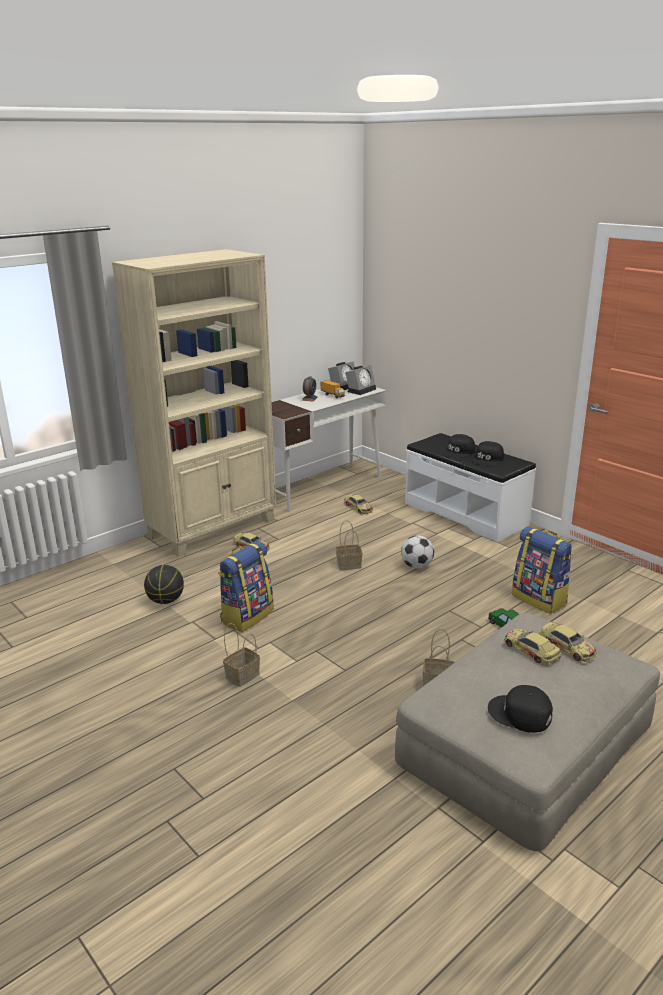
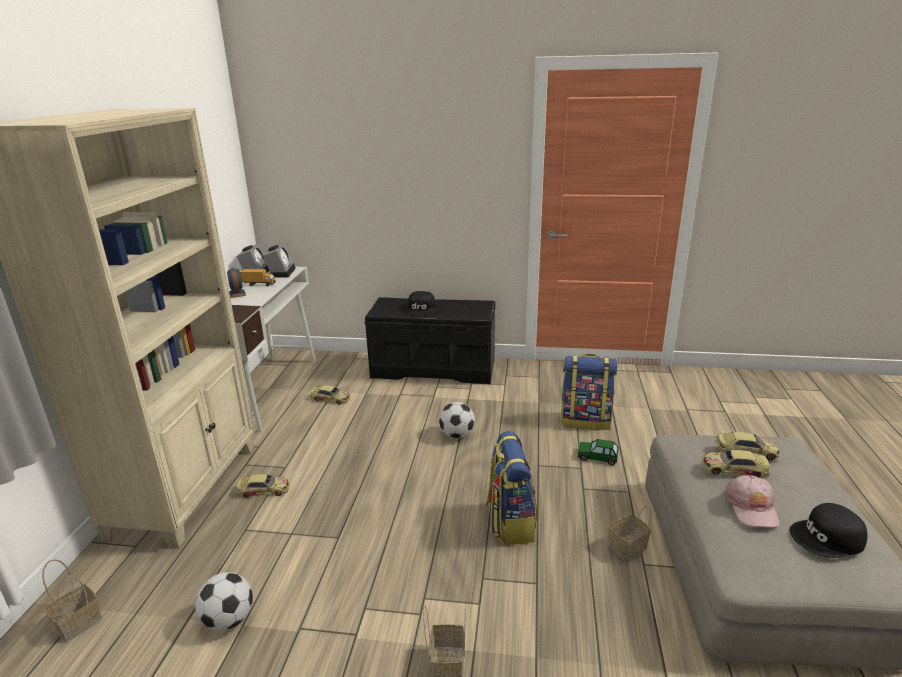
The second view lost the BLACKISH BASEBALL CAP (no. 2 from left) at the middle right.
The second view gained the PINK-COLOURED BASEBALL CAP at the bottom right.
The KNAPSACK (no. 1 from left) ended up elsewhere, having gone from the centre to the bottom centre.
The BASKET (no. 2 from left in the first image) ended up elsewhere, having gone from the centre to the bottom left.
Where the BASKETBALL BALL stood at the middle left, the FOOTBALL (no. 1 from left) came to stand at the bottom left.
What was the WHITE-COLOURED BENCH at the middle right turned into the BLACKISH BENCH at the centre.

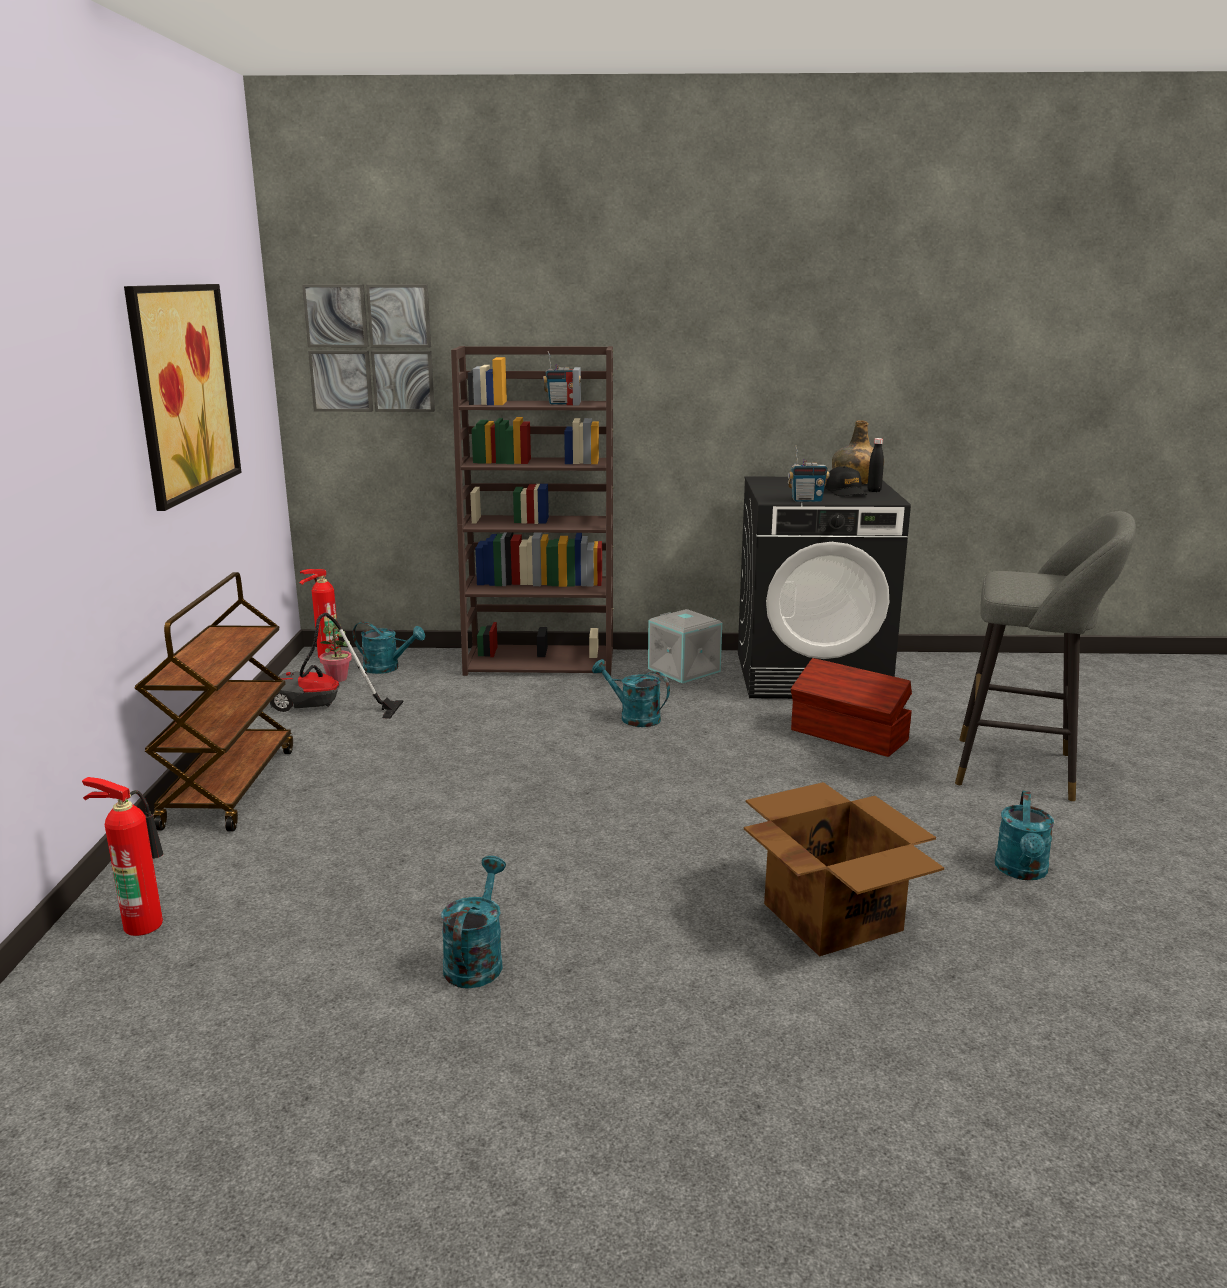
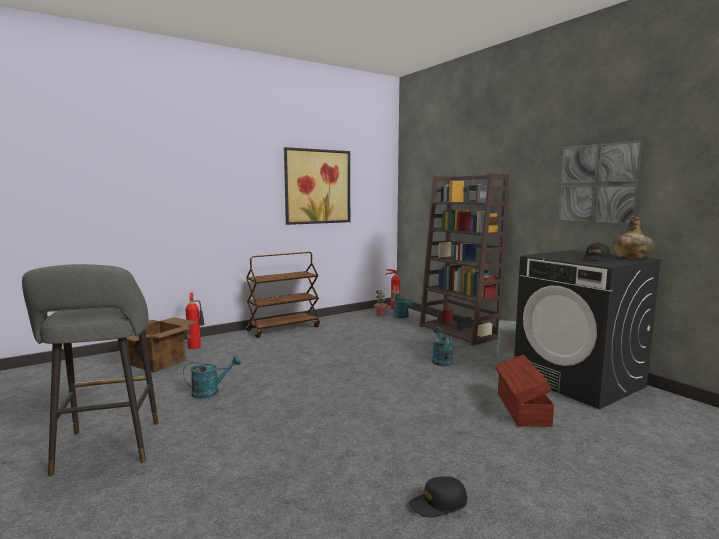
The second view lost the VACUUM at the middle left.
The second view lost the RADIO RECEIVER (no. 2 from left) at the centre.
The second view lost the BLACKISH DRINK BOTTLE at the middle right.
The WALL ART (no. 2 from left) ended up elsewhere, having gone from the top left to the middle right.
The CARTON ended up elsewhere, having gone from the bottom right to the middle left.
The GREY SITTING STOOL ended up elsewhere, having gone from the middle right to the bottom left.
Where the TURQUOISE-COLOURED SPRINKLING CAN (no. 4 from left) stood at the middle right, the BLACKISH BASEBALL CAP (no. 1 from left) came to stand at the bottom centre.

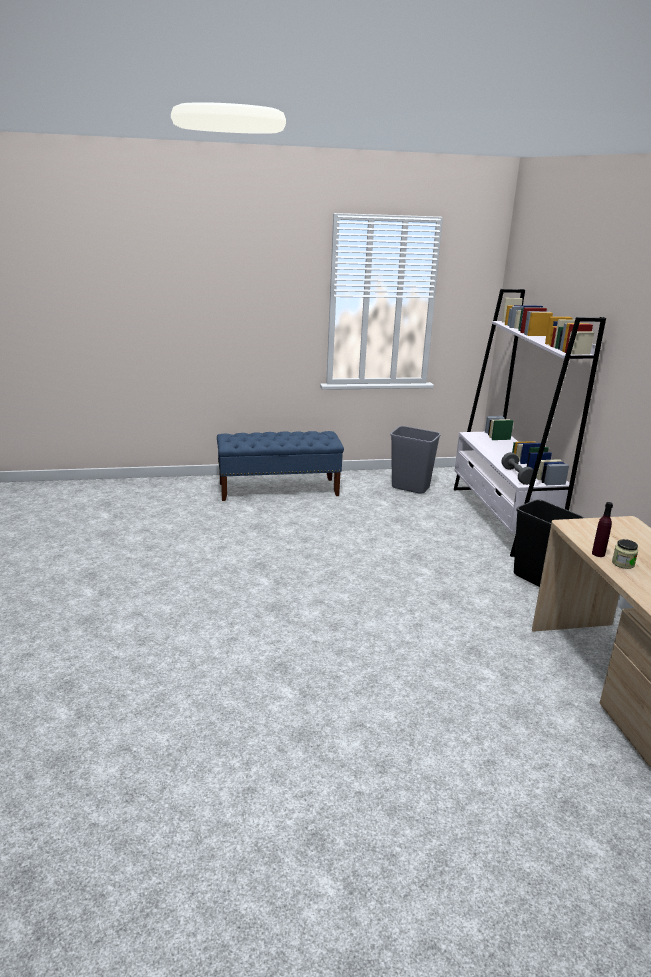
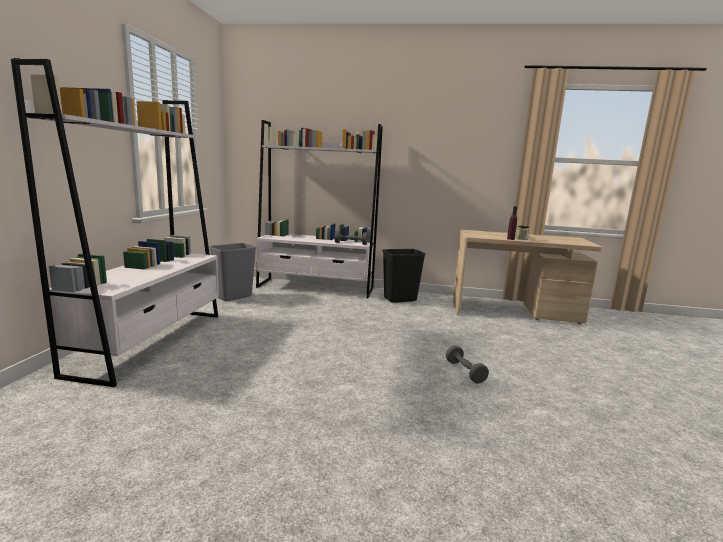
The second view gained the GREY FREE WEIGHT (no. 2 from left) at the bottom centre.
Where the BLUE BENCH stood at the centre, the WHITE-COLOURED BOOKCASE (no. 1 from left) came to stand at the middle left.

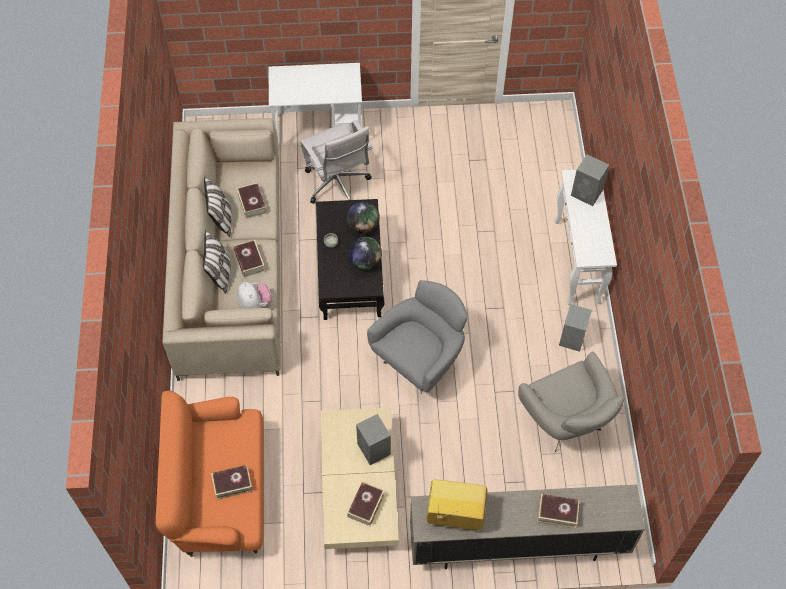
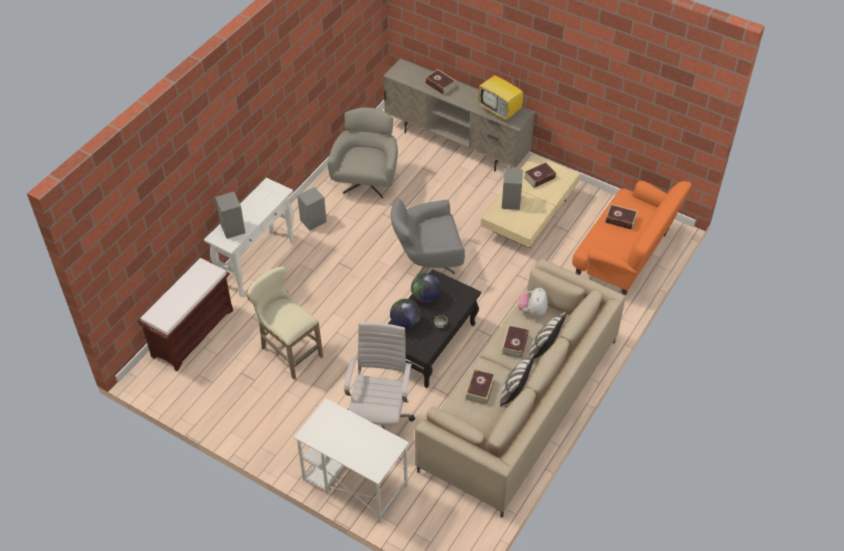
The second view gained the BROWN-COLOURED BENCH at the middle left.
The second view gained the BEIGE-COLOURED SITTING STOOL at the centre.

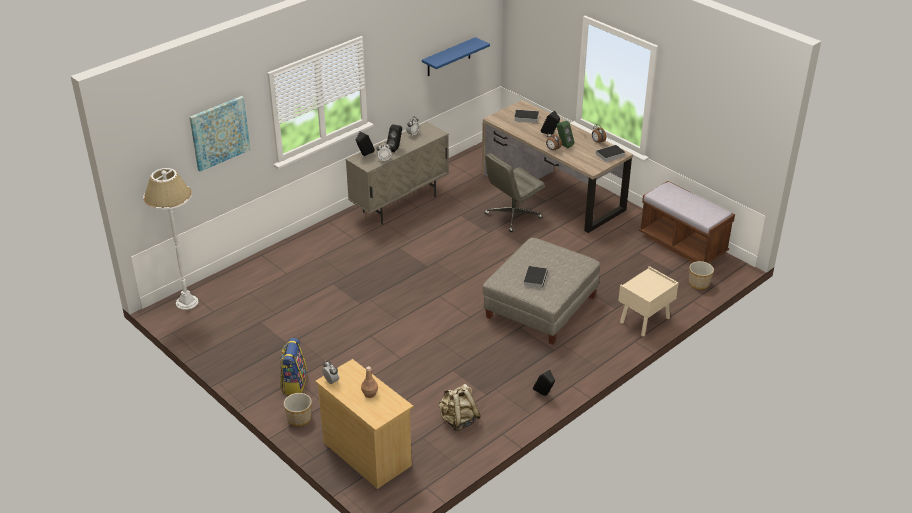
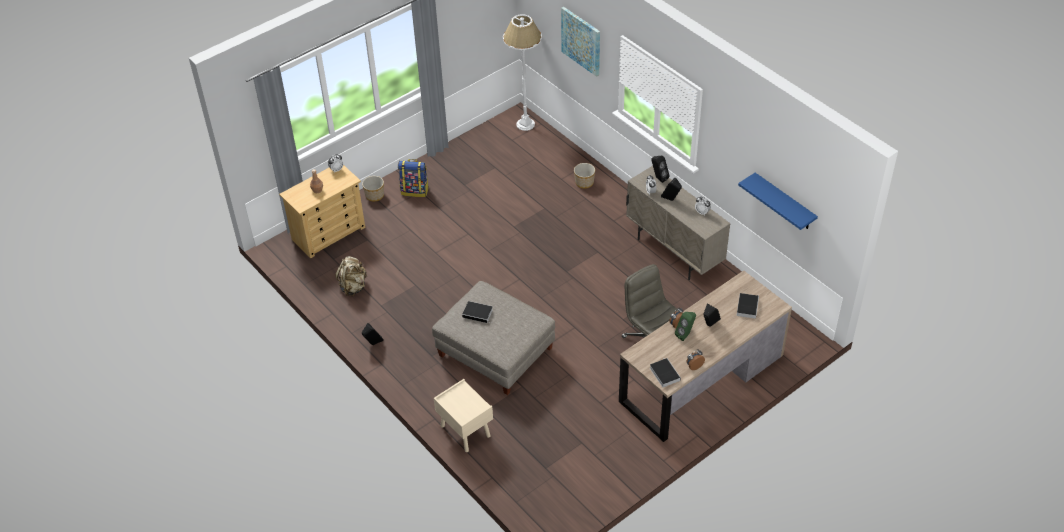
The second view lost the BROWN-COLOURED BENCH at the middle right.
The PLANT POT (no. 2 from left) ended up elsewhere, having gone from the middle right to the top centre.

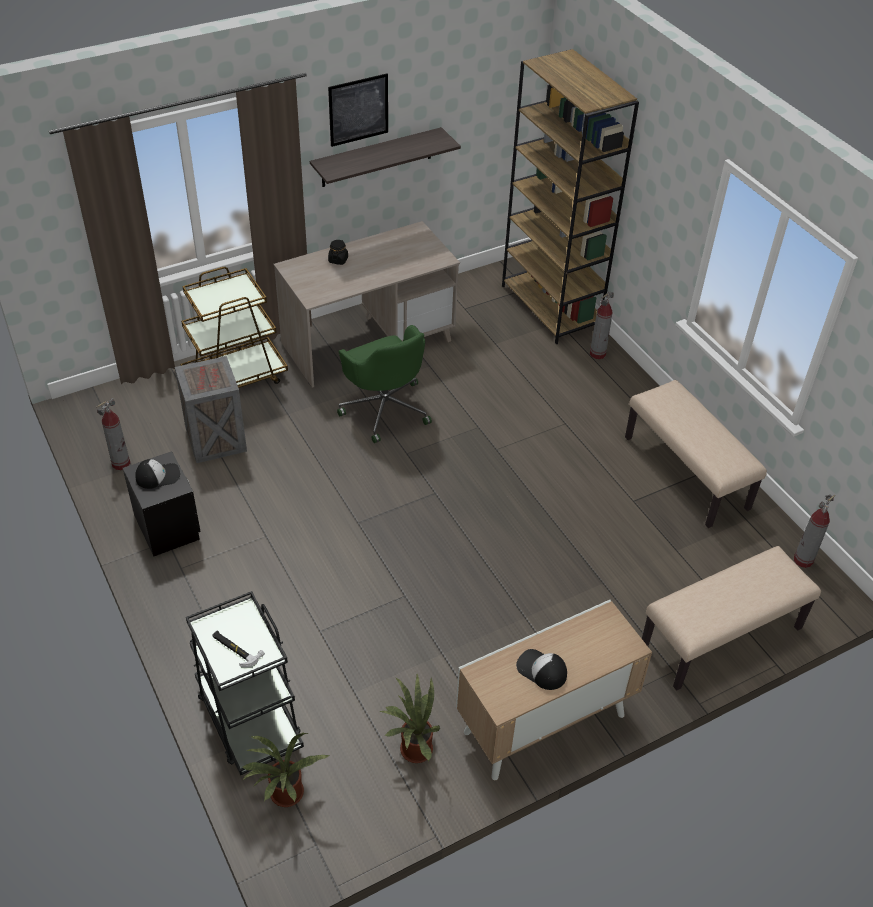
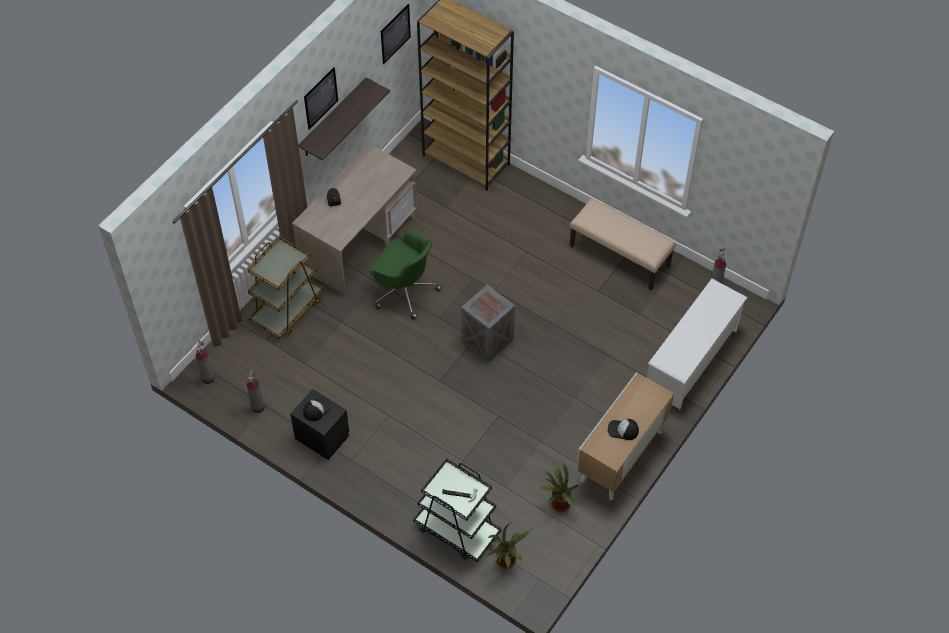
The second view gained the WALL ART (no. 2 from left) at the top centre.
The CRATE ended up elsewhere, having gone from the middle left to the centre.
The FIRE EXTINGUISHER (no. 2 from left in the first image) ended up elsewhere, having gone from the middle right to the middle left.
Where the BEIGE-COLOURED BENCH (no. 2 from left) stood at the bottom right, the WHITE-COLOURED SHOE STAND came to stand at the middle right.

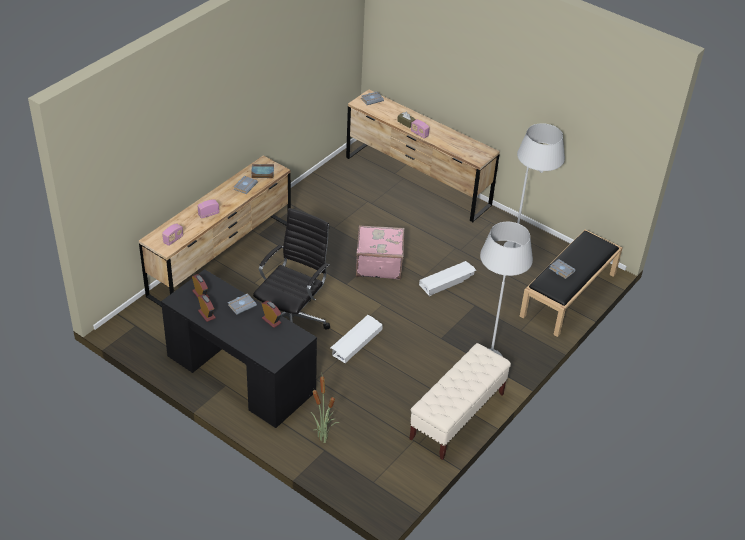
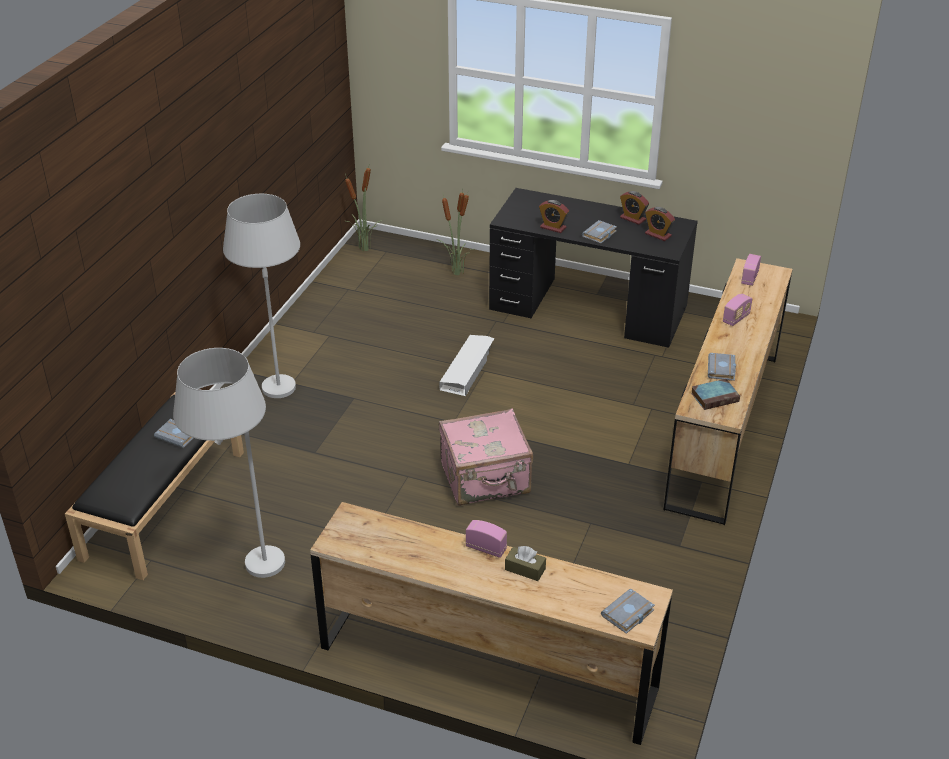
The second view lost the BLACKISH DESK CHAIR at the centre.
The second view lost the BEIGE-COLOURED BENCH at the bottom centre.
The second view lost the WHITE-COLOURED STORAGE BIN (no. 2 from left) at the centre.
The second view gained the HOUSEPLANT (no. 1 from left) at the top centre.

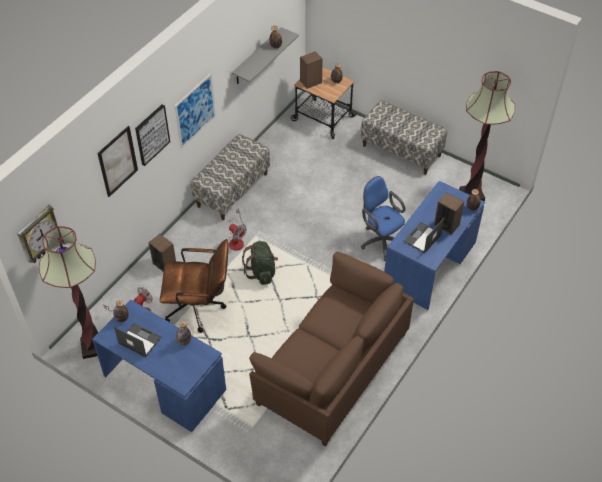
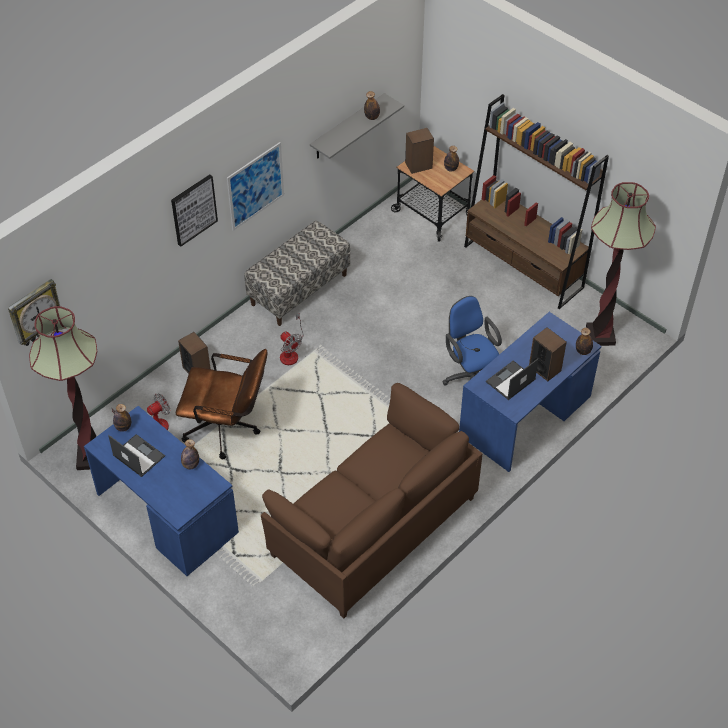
The second view lost the WALL ART (no. 1 from left) at the middle left.
The second view lost the GREEN KNAPSACK at the centre.
Where the BENCH (no. 2 from left) stood at the top right, the BROWN-COLOURED BOOKCASE came to stand at the top right.

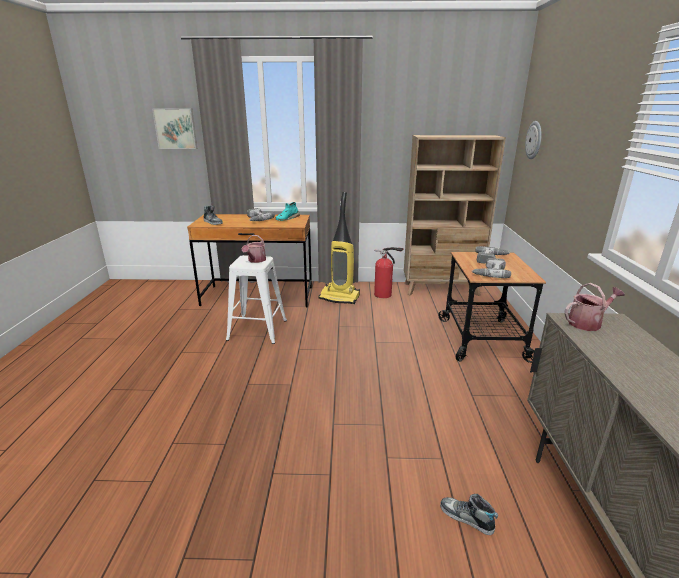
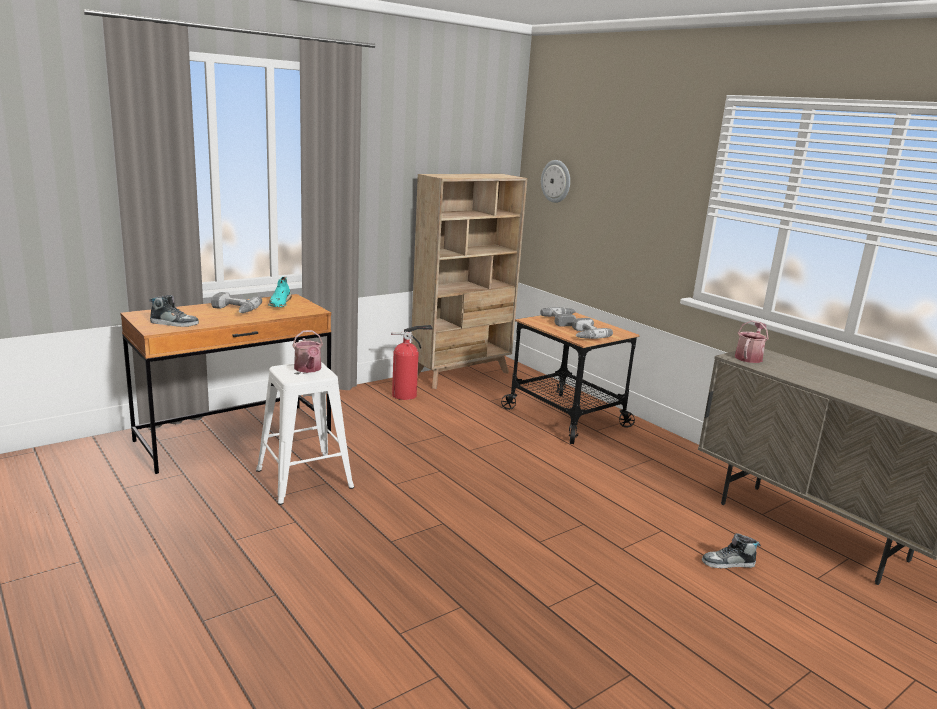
The second view lost the WALL ART at the top left.
The second view lost the VACUUM at the centre.

